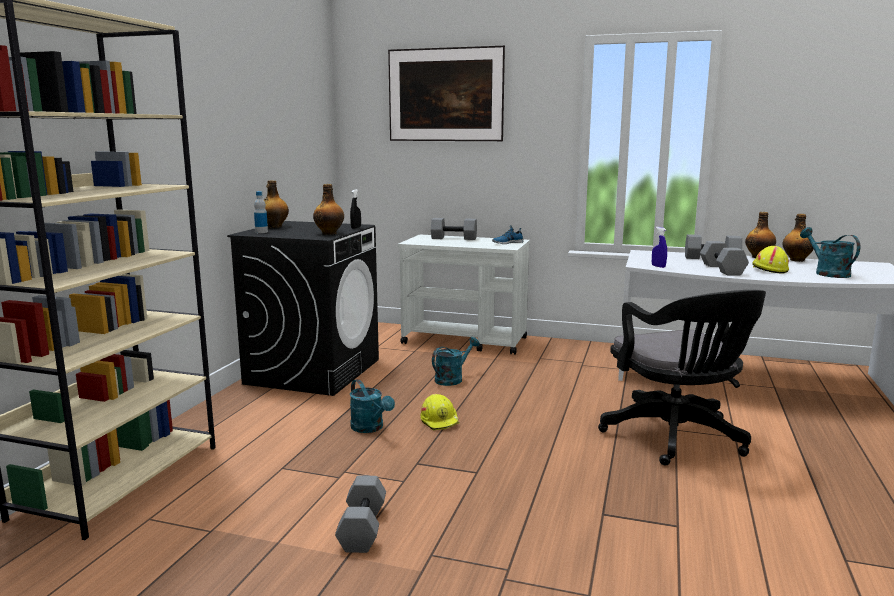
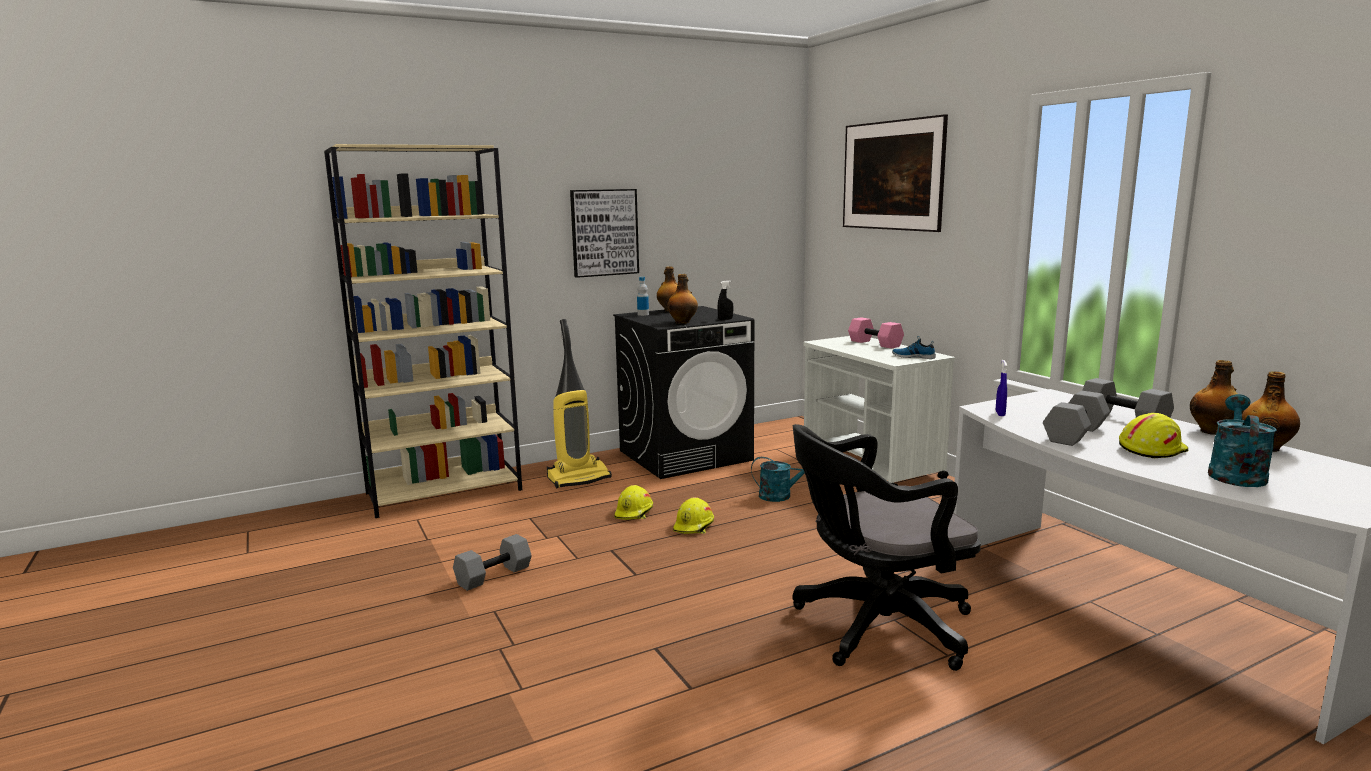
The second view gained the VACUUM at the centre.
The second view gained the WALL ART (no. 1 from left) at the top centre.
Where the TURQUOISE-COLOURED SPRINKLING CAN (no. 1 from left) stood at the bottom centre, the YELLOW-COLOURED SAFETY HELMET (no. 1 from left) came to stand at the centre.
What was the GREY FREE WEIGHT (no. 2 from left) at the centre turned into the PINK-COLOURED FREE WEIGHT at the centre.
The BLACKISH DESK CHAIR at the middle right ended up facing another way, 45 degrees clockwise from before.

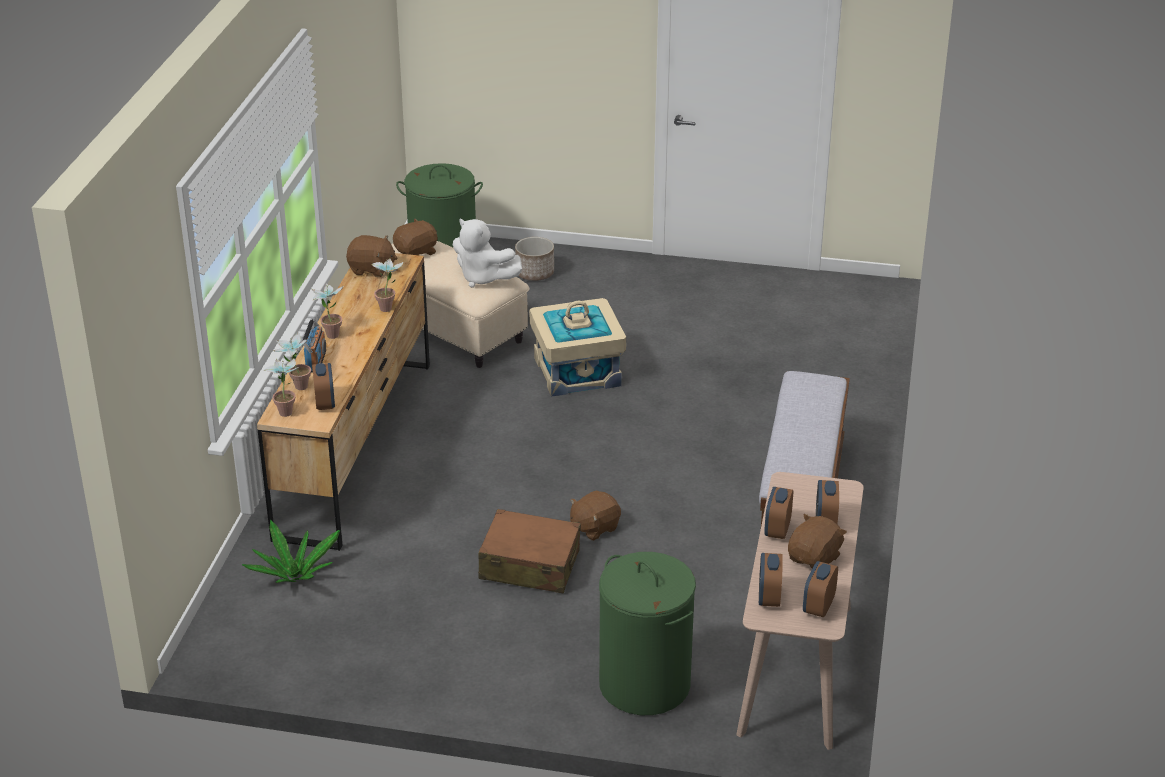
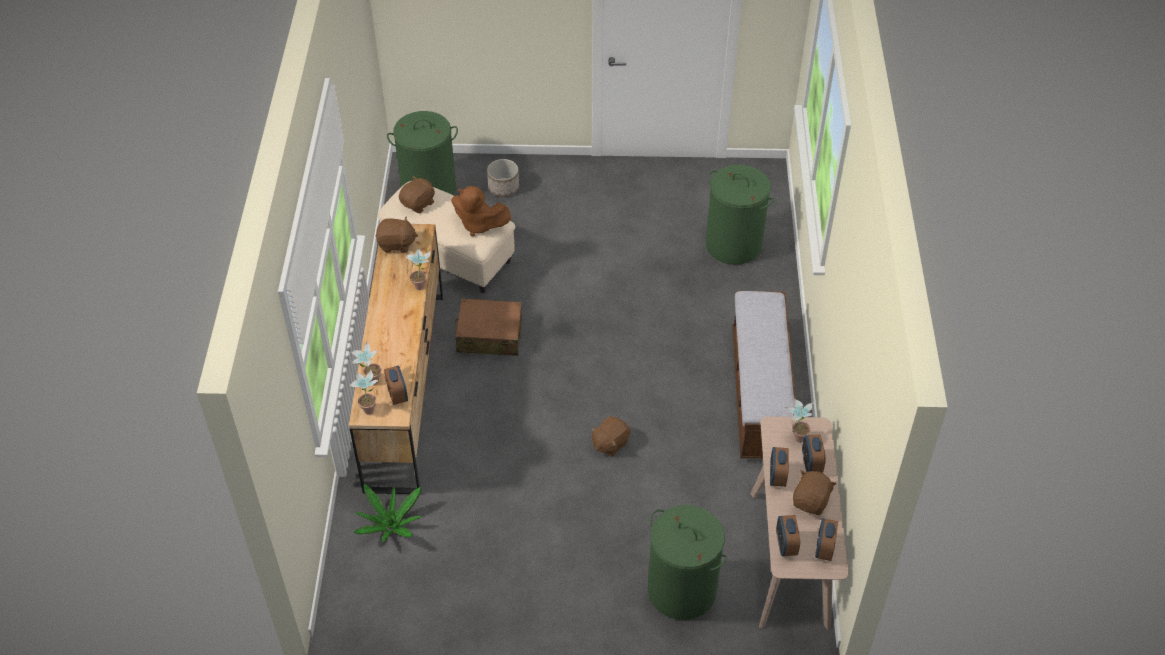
The second view lost the RADIO RECEIVER at the middle left.
The second view lost the BEIGE-COLOURED STORAGE BIN at the centre.
The second view gained the GREEN HAMPER (no. 3 from left) at the top centre.
The HOUSEPLANT (no. 4 from left in the first image) ended up elsewhere, having gone from the middle left to the middle right.
The BROWN-COLOURED PIECE OF LUGGAGE ended up elsewhere, having gone from the bottom centre to the centre.
What was the WHITE-COLOURED PLUSH TOY at the top centre turned into the BROWN-COLOURED PLUSH TOY (no. 3 from left) at the top centre.

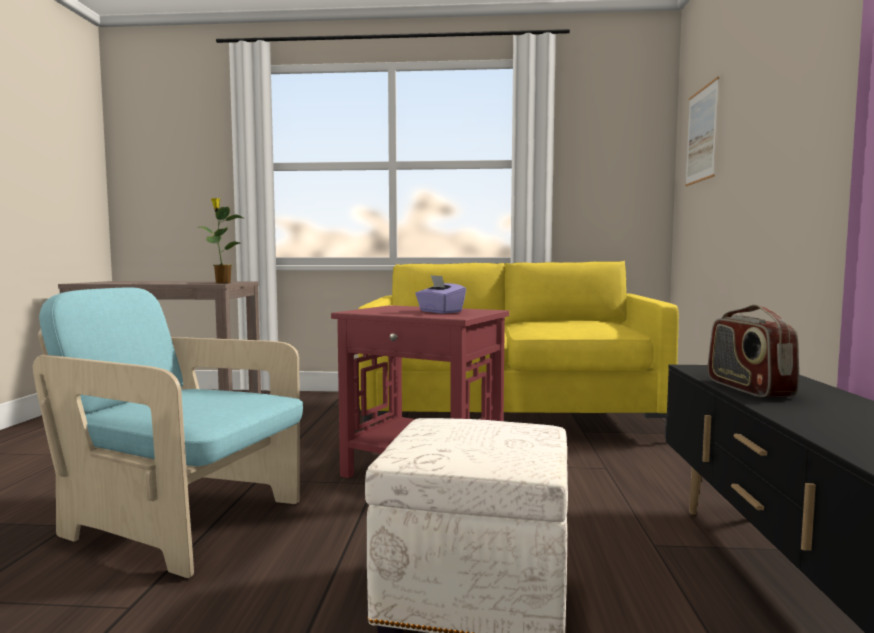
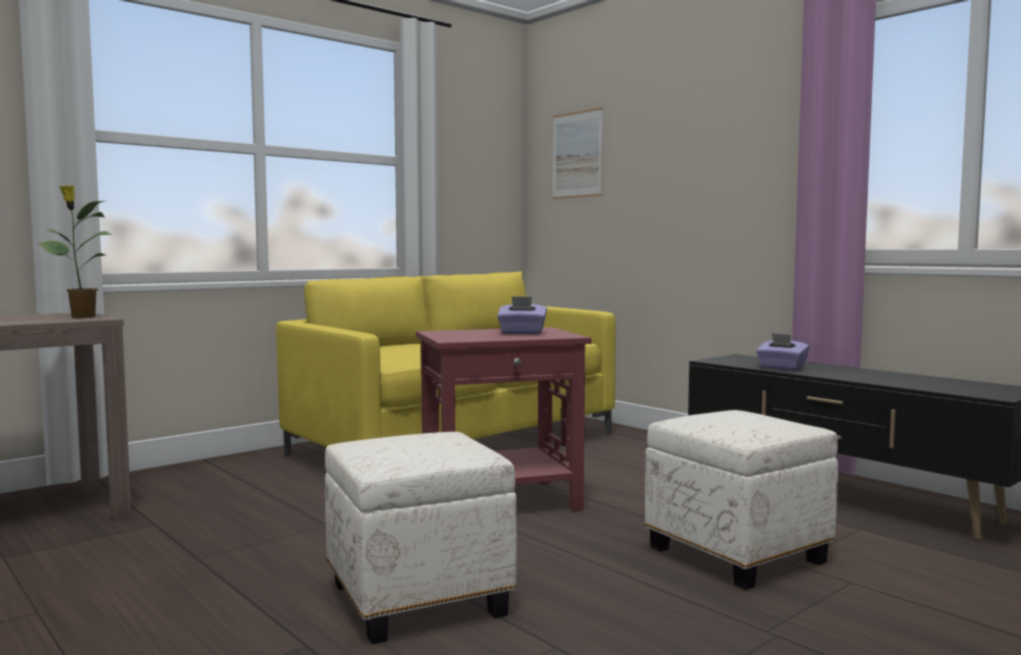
Where the TURQUOISE-COLOURED ARMCHAIR stood at the bottom left, the WHITE-COLOURED POUFFE (no. 1 from left) came to stand at the bottom centre.
Where the RADIO RECEIVER stood at the middle right, the PURPLISH BOX OF TISSUES (no. 2 from left) came to stand at the middle right.

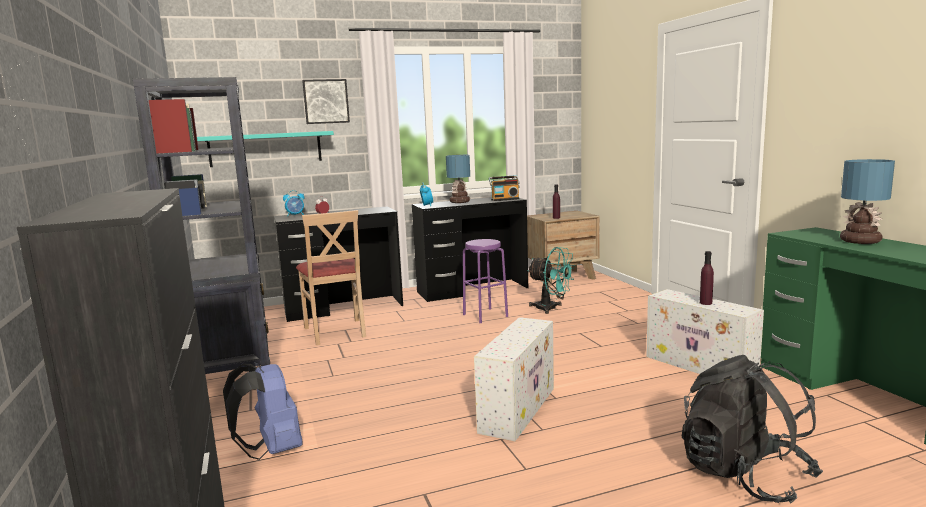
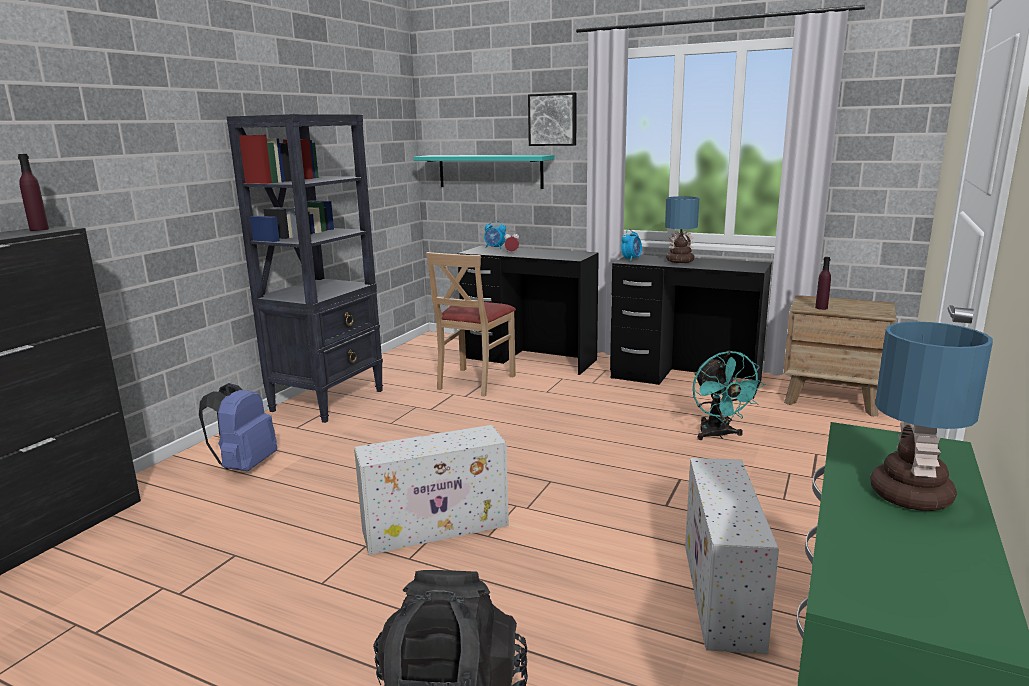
The second view lost the PURPLISH SITTING STOOL at the centre.
The second view lost the RADIO RECEIVER at the centre.
The PURPLISH DRINK BOTTLE (no. 2 from left in the first image) ended up elsewhere, having gone from the middle right to the top left.

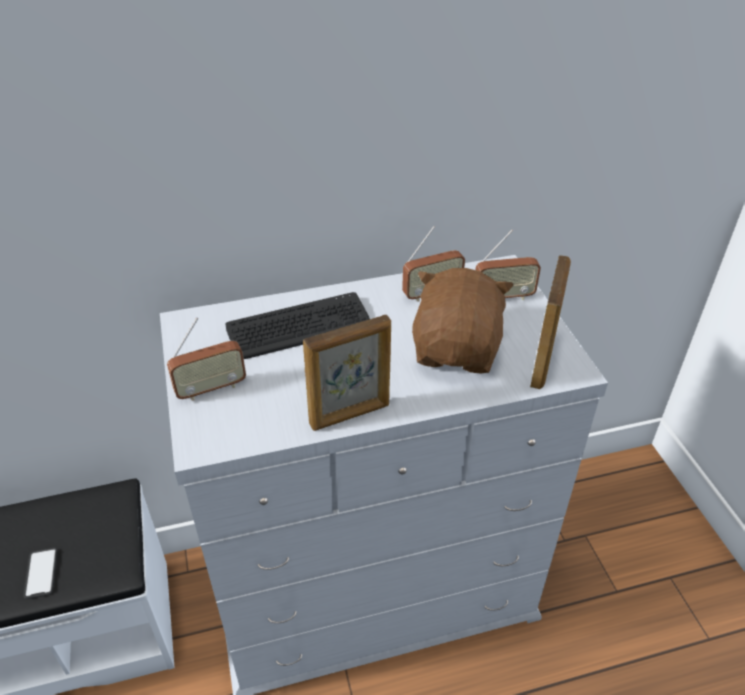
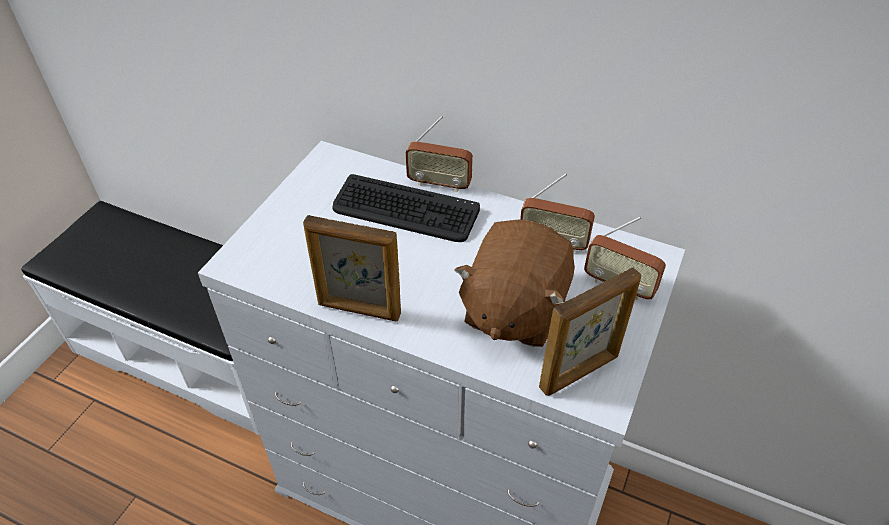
The second view lost the HANDSET at the bottom left.
The RADIO RECEIVER (no. 1 from left) ended up elsewhere, having gone from the middle left to the top centre.
The BROWN-COLOURED PLUSH TOY at the centre ended up facing another way, 150 degrees clockwise from before.

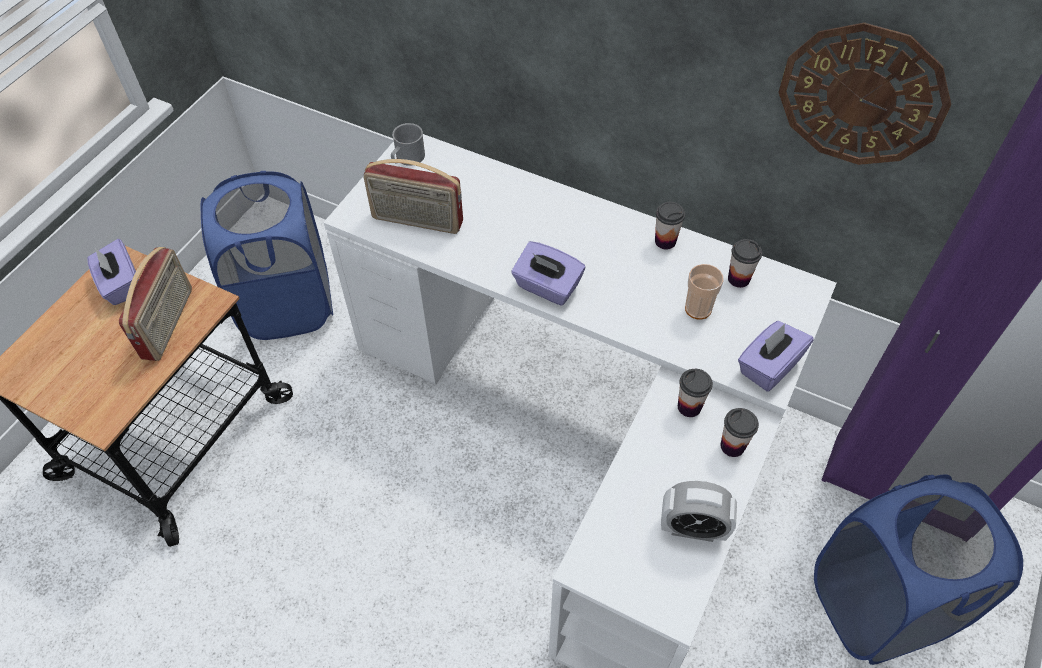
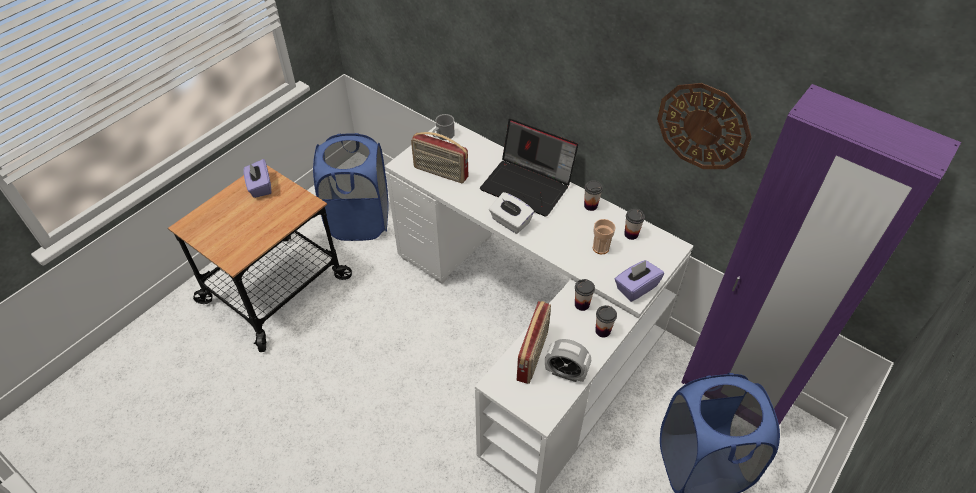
The second view gained the LAPTOP at the centre.
The RADIO RECEIVER (no. 1 from left in the first image) ended up elsewhere, having gone from the middle left to the bottom centre.
What was the PURPLISH BOX OF TISSUES (no. 2 from left) at the centre turned into the WHITE-COLOURED BOX OF TISSUES at the centre.

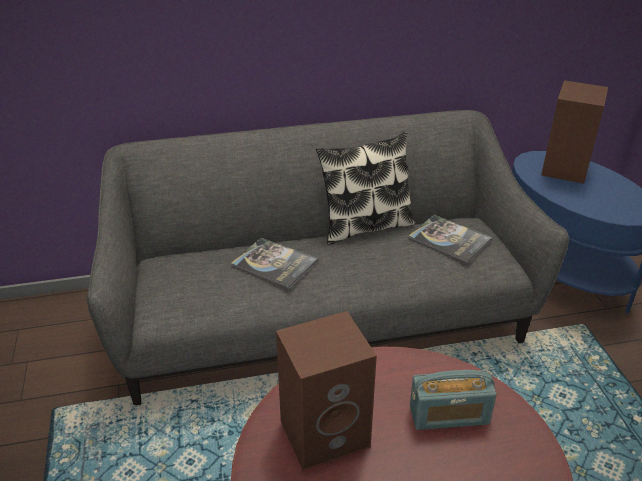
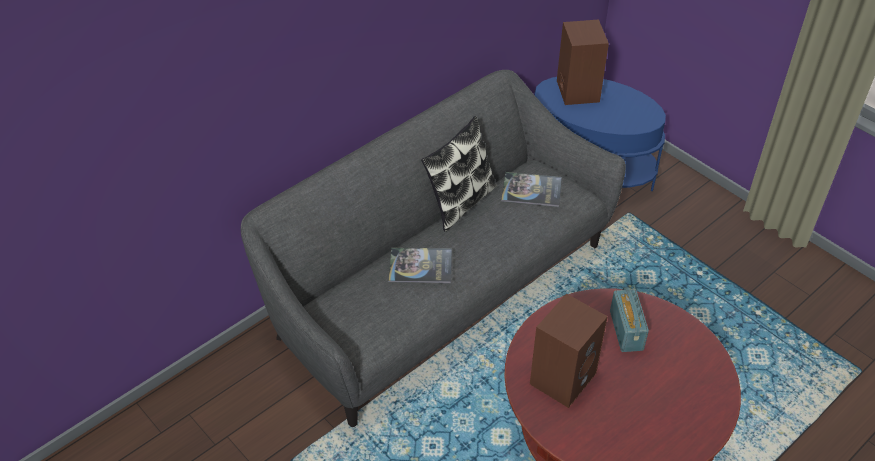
The RADIO RECEIVER at the bottom right ended up facing another way, 60 degrees counterclockwise from before.

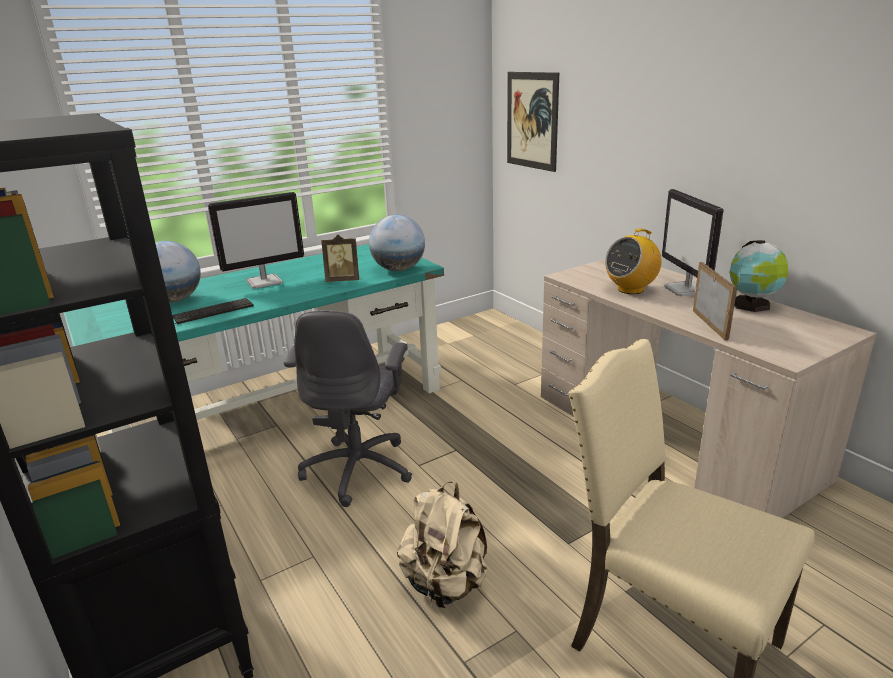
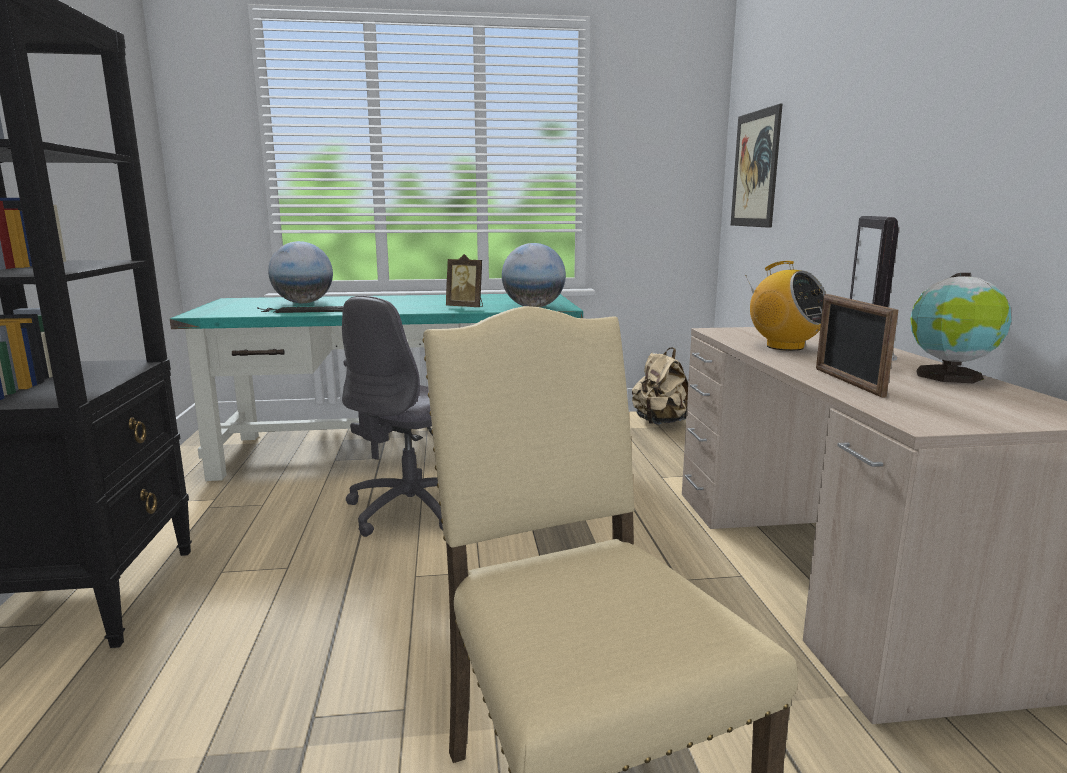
The second view lost the COMPUTER DISPLAY (no. 1 from left) at the middle left.
The BEIGE-COLOURED KNAPSACK ended up elsewhere, having gone from the bottom centre to the centre.
The RADIO RECEIVER at the middle right ended up facing another way, 120 degrees counterclockwise from before.
The STANDING FRAME (no. 2 from left) at the middle right ended up facing another way, 150 degrees clockwise from before.

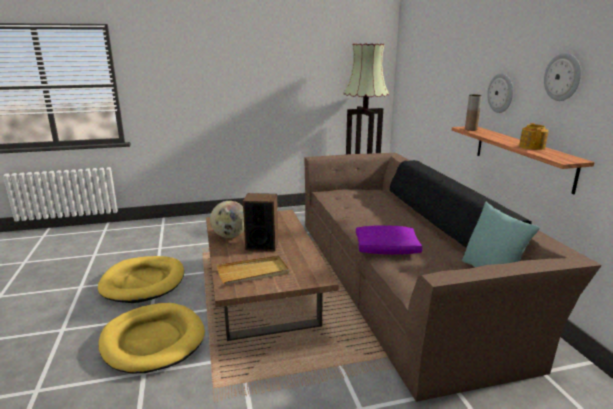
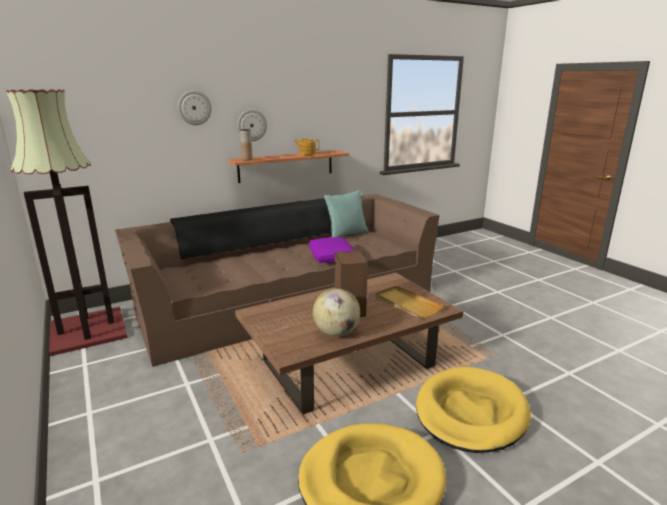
The CLOCK ON THE WALL (no. 2 from left in the first image) ended up elsewhere, having gone from the top right to the top left.

